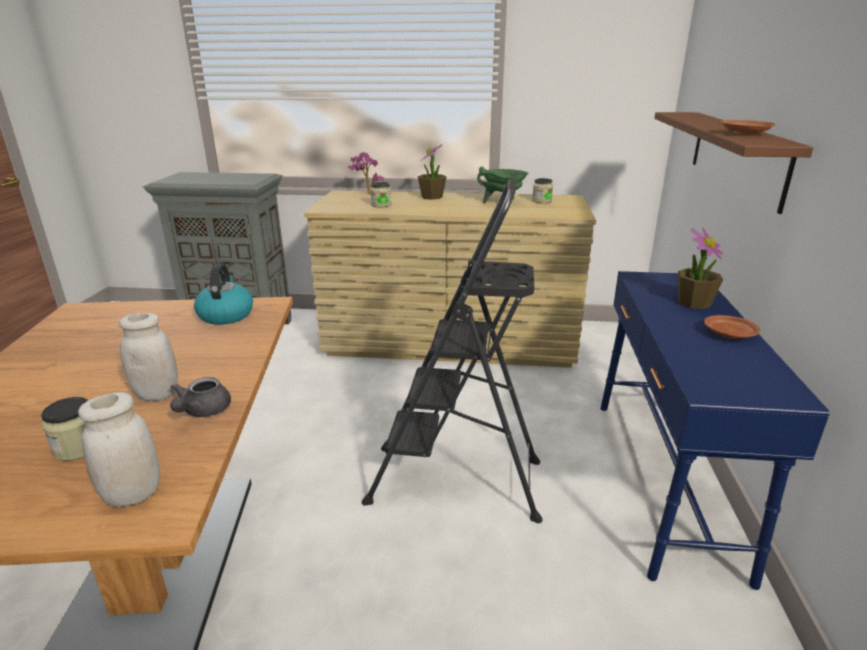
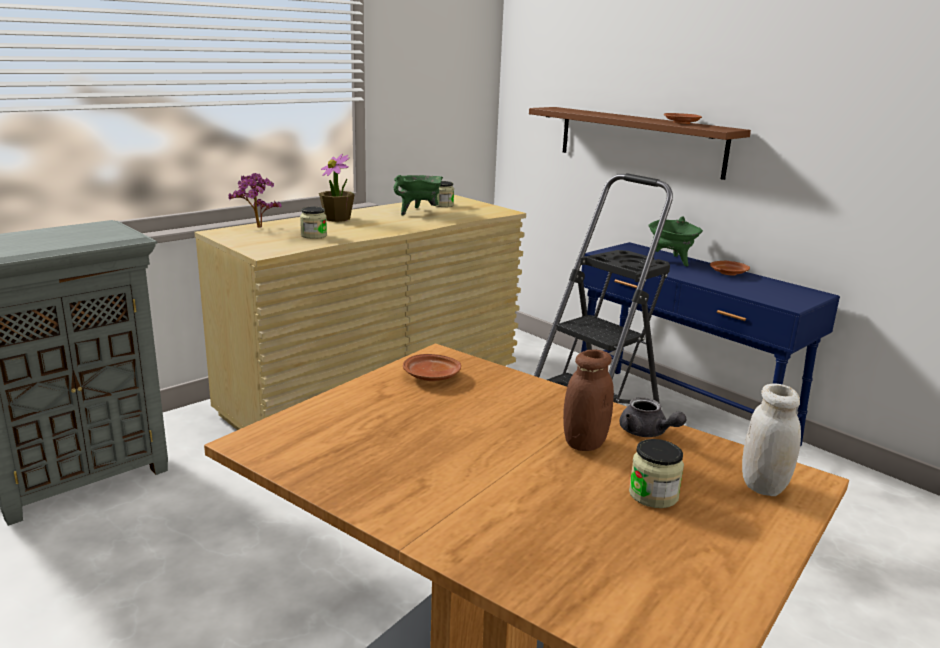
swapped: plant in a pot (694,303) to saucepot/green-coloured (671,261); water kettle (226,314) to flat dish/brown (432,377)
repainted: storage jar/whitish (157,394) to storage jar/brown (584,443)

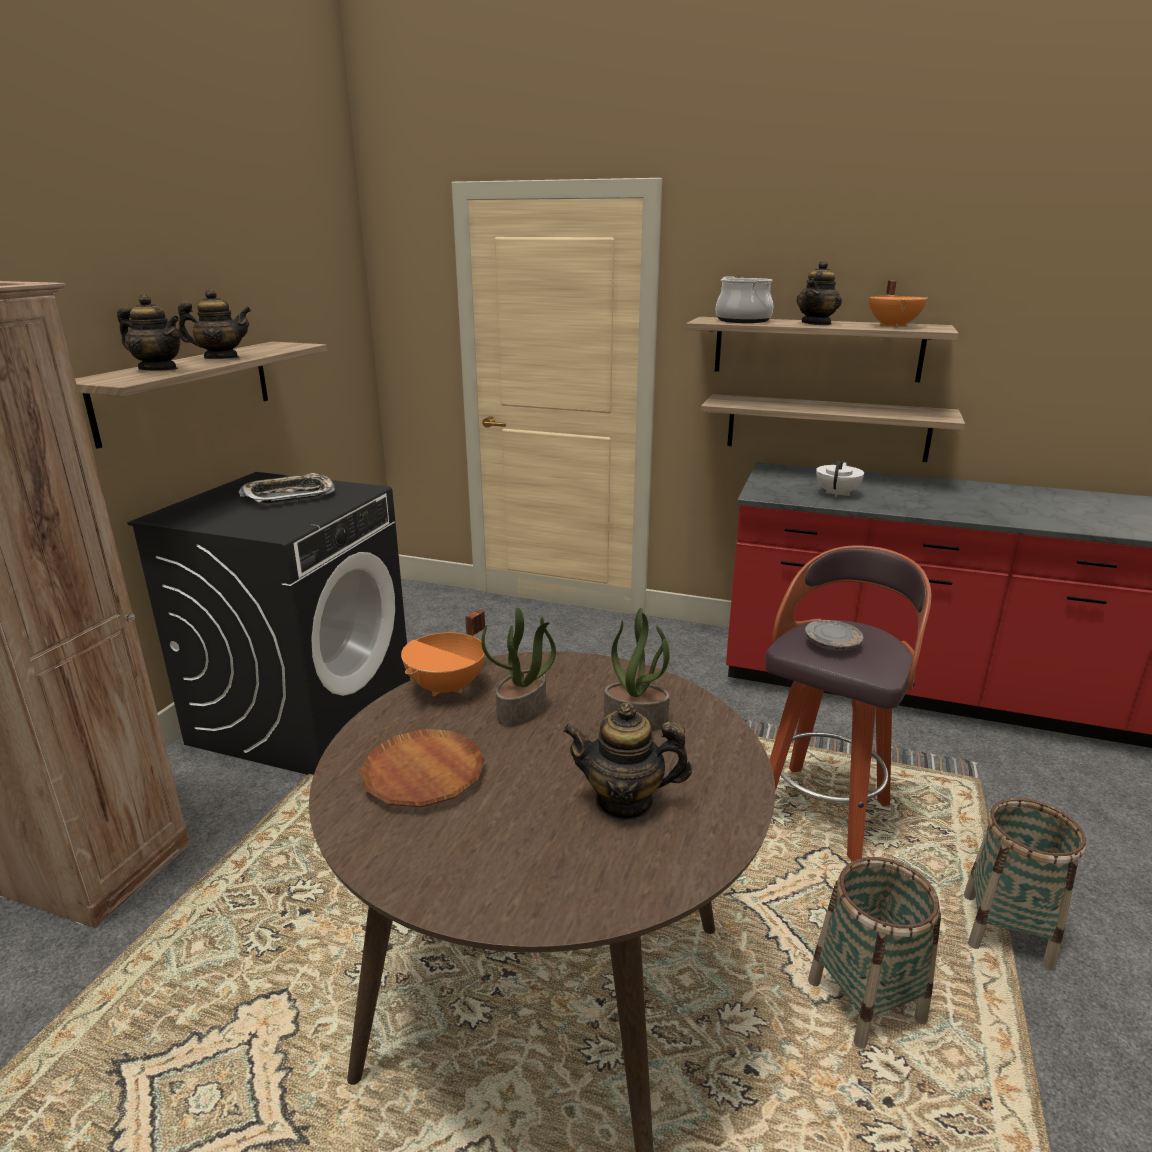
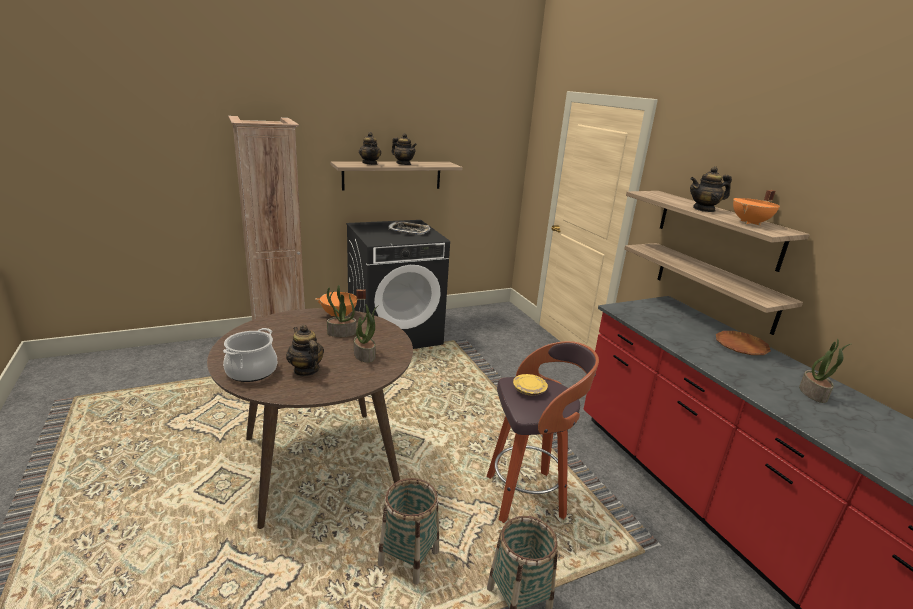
gone: pot for tea/whitish (837,494)
new: plant in a pot (814,393)
shifted: saucepot (742,320) to (251,371); flat dish/brown (423,774) to (741,346)
repainted: flat dish/greyish (832,644) to flat dish/yellow-coloured (529,390)

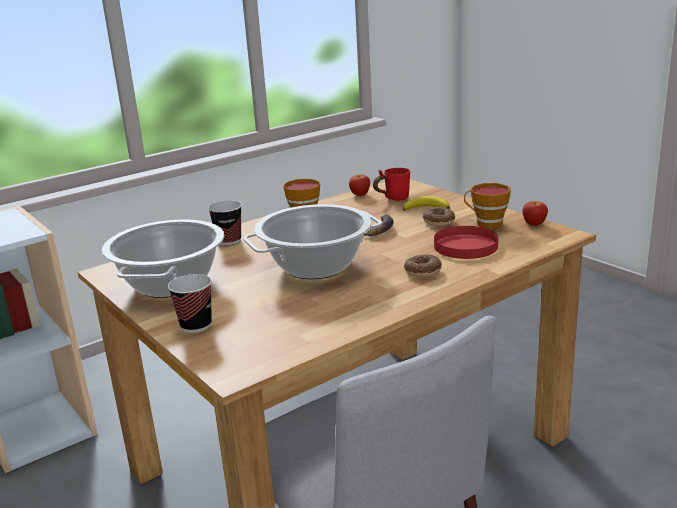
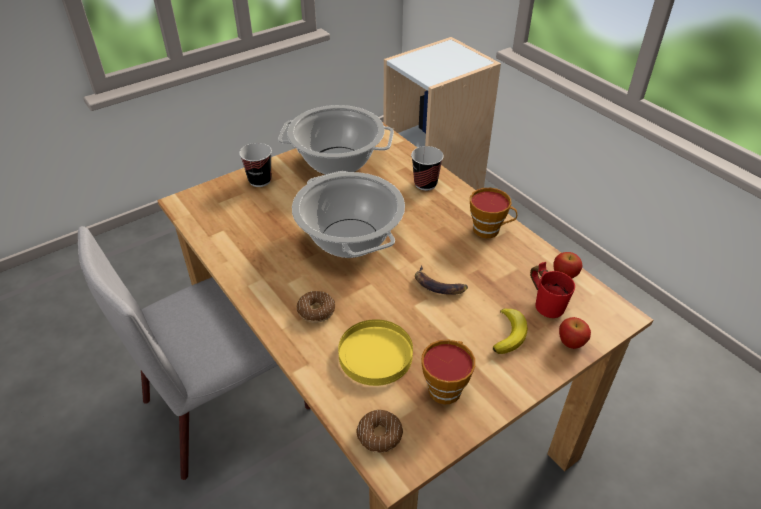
shifted: whole apple (534,224) to (571,342); ring doughnut (438,222) to (379,435)
repainted: flat dish/red-coloured (465,246) to flat dish/yellow-coloured (376,354)

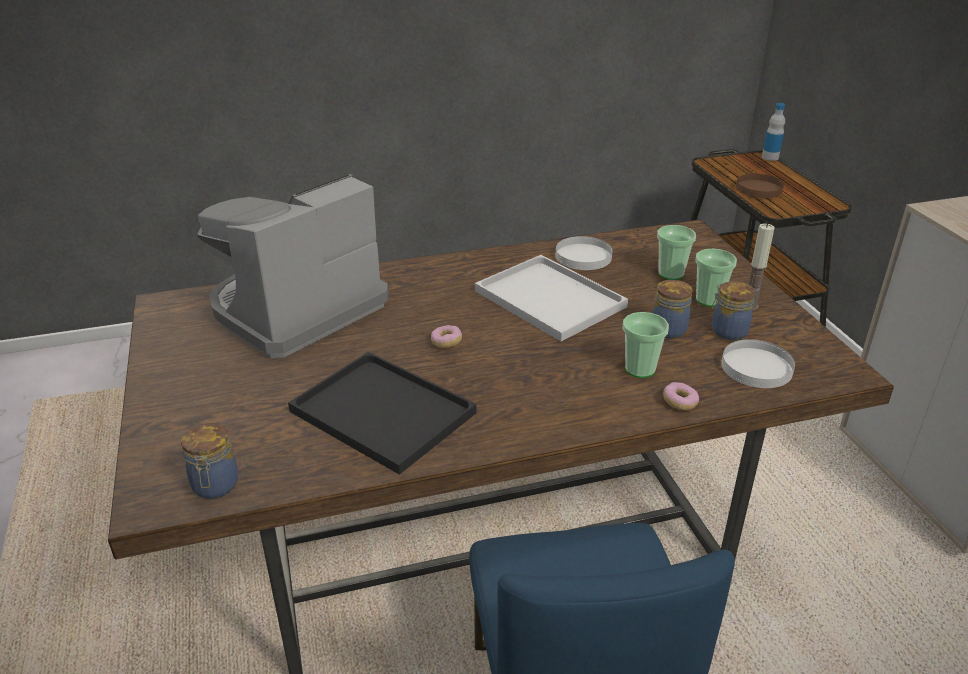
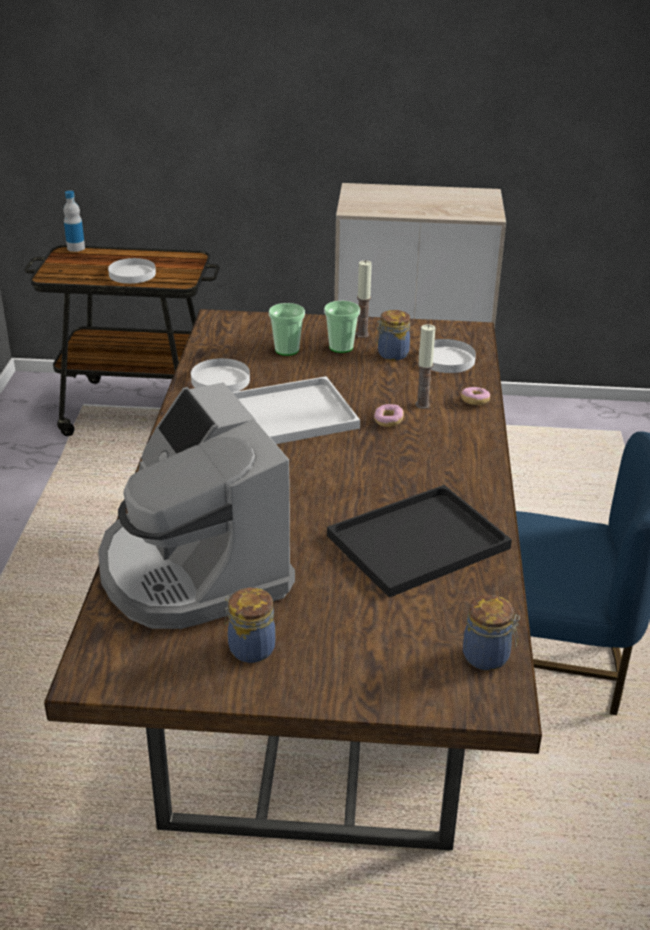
shifted: storage jar (668,329) to (249,648); ring doughnut (446,342) to (388,421)
swapped: drinking cup (640,369) to wax light (422,405)
repainted: flat dish/brown (759,188) to flat dish/whitish (132,273)

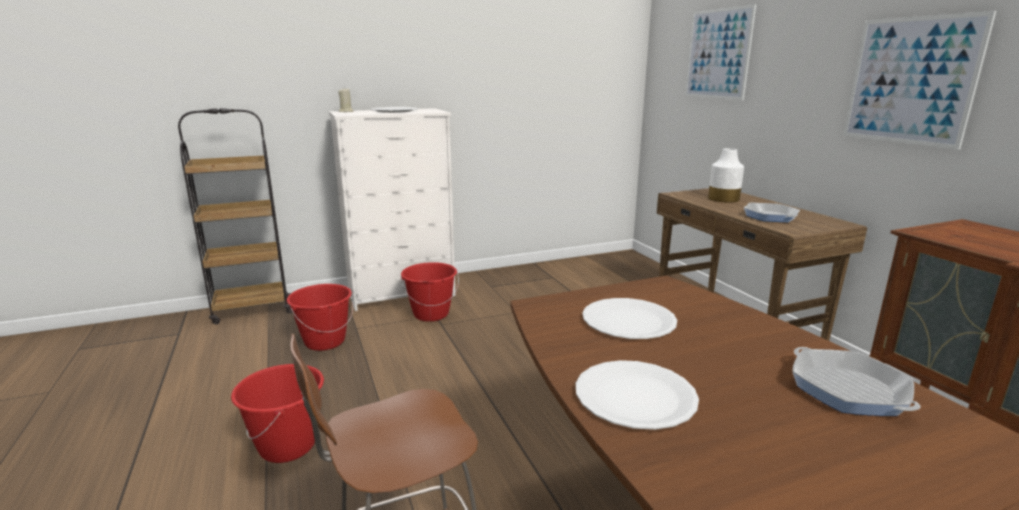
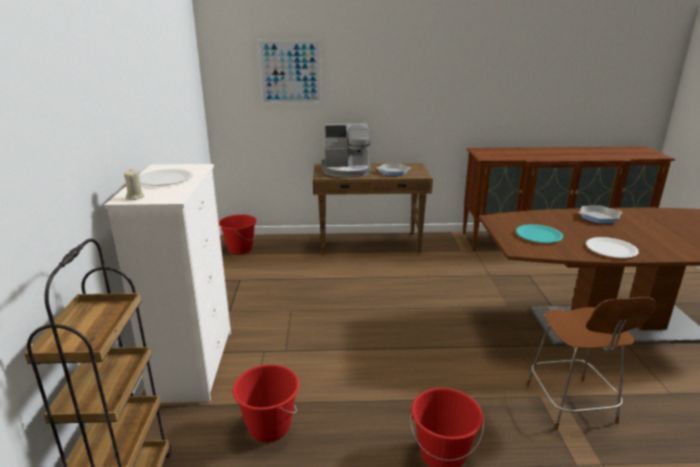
gone: wall art (910,81)
shifted: bucket/red-coloured (431,314) to (240,249)
swapped: decorative vase/whitish (724,199) to coffee brewer (346,170)
repainted: flat dish/whitish (629,321) to flat dish/blue-green (538,235)

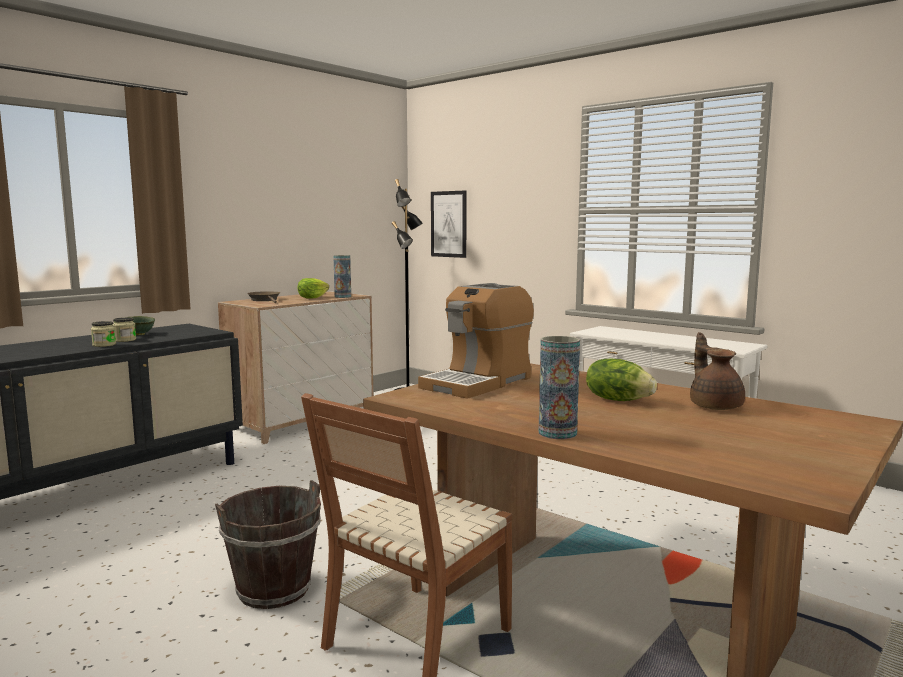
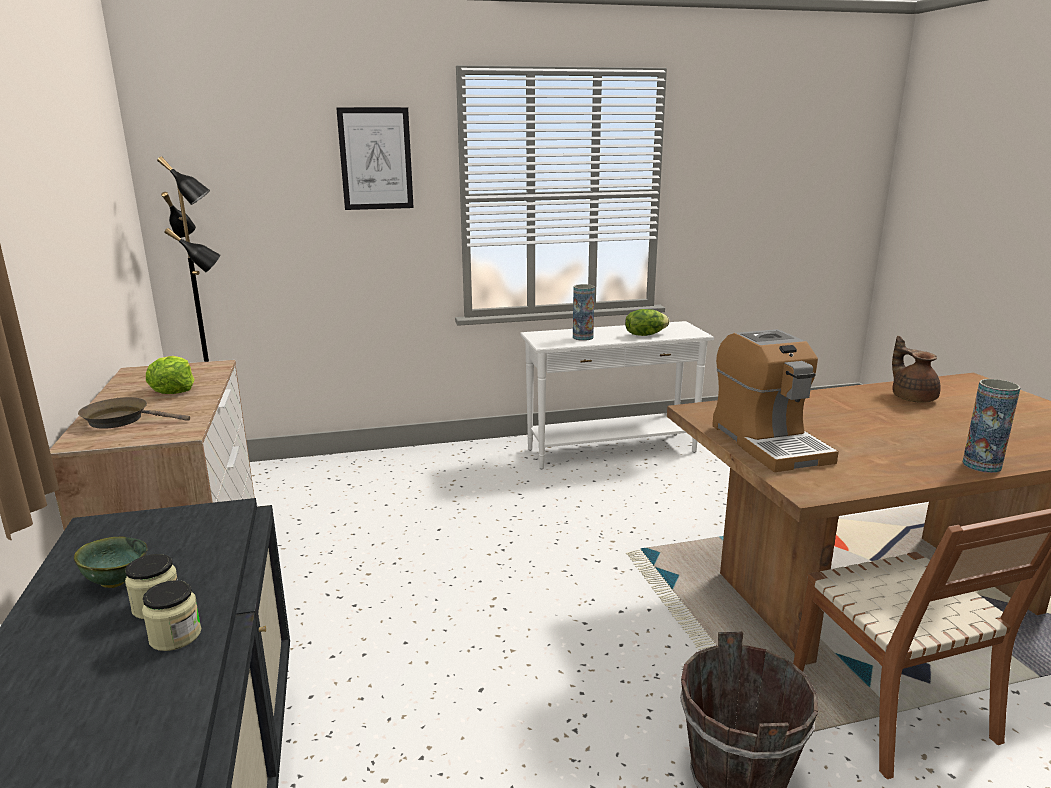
shifted: wall art (448,224) to (376,159); decorative vase (343,297) to (583,337); lettuce head (618,400) to (645,334)
rotated: pot for tea/brown (715,406) = (912,397) 45 degrees clockwise

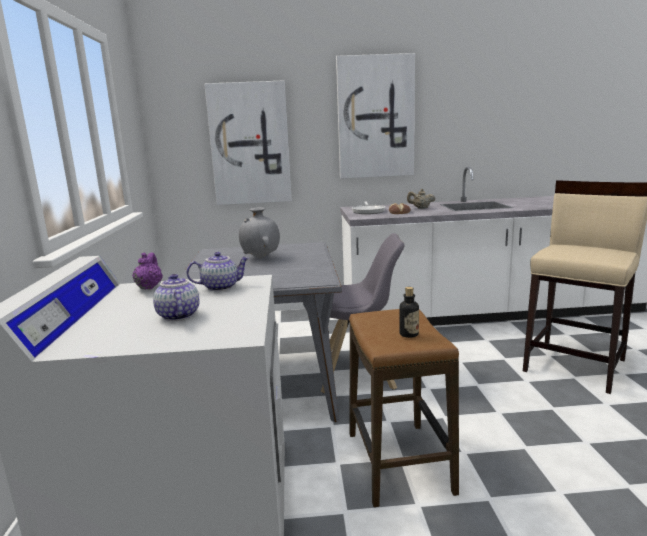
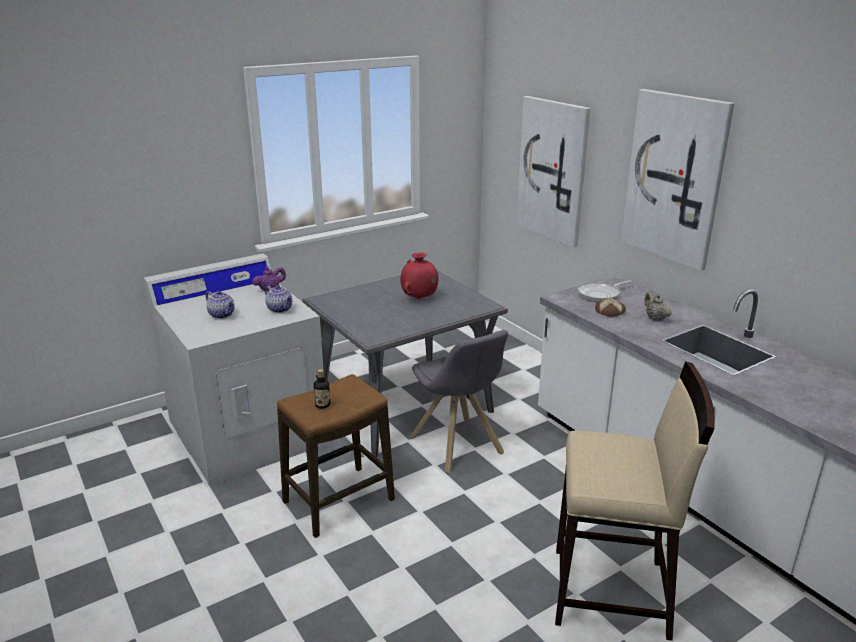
repainted: decorative vase/greyish (261,258) to decorative vase/red-coloured (419,299)
rotated: pot for tea (177,316) = (222,315) 90 degrees clockwise

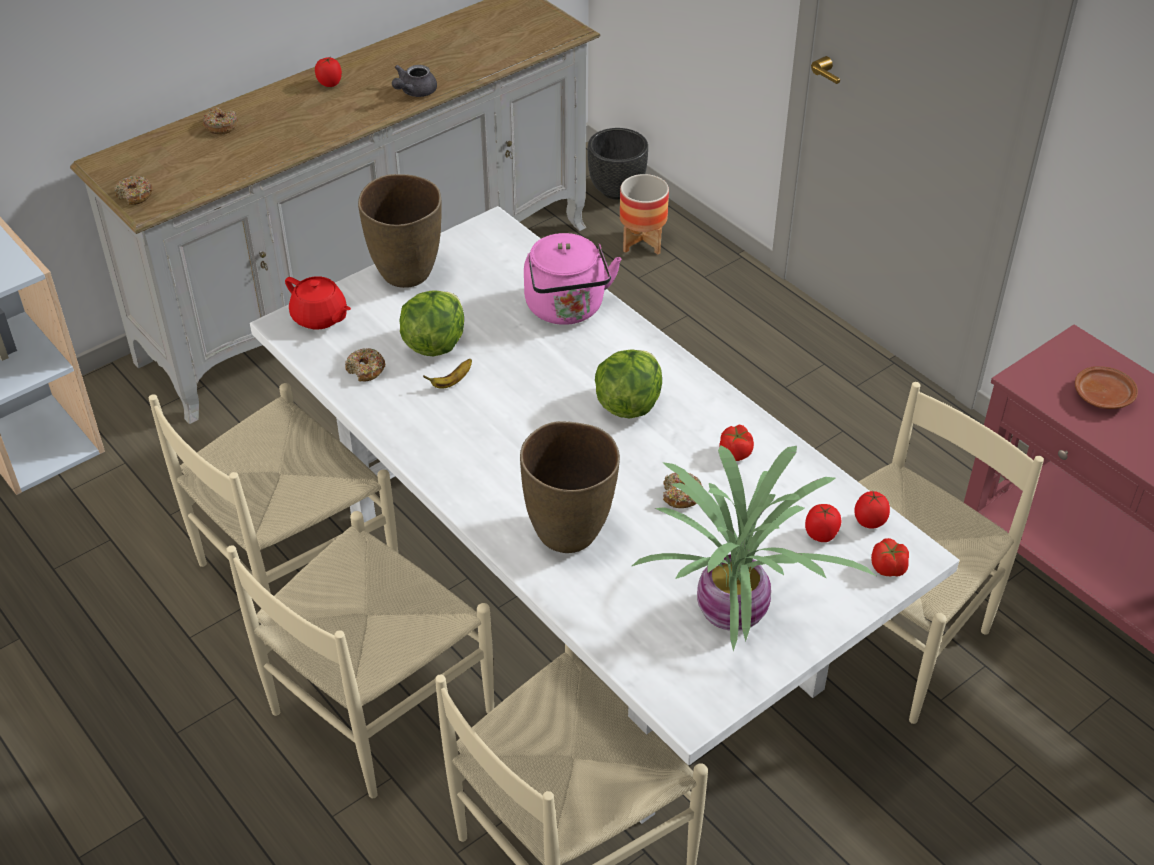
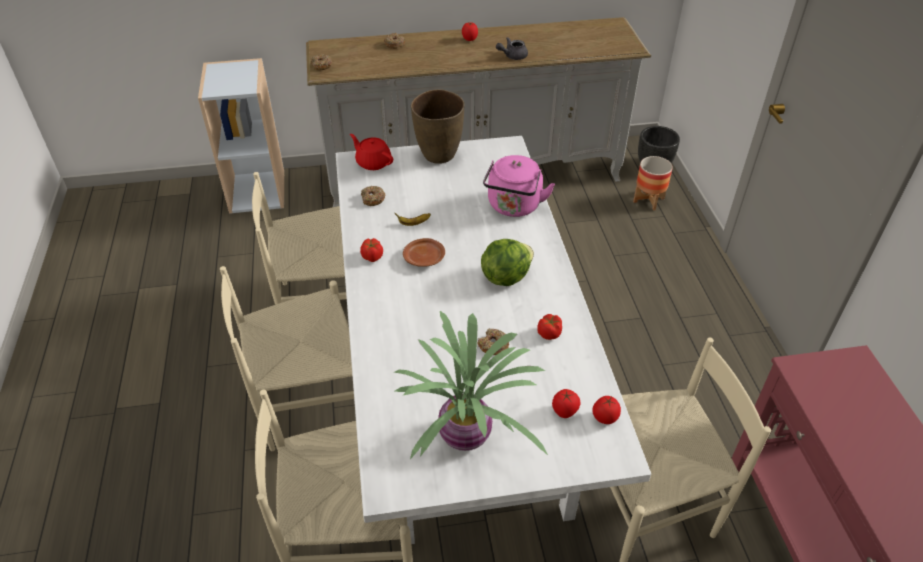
gone: lettuce head (434,344); decorative vase/brown (569,532)
shifted: flat dish/brown (1103,396) to (424,258); fresh tomato (888,568) to (372,257)
rotated: pot for tea/red-coloured (320,317) = (373,162) 150 degrees clockwise

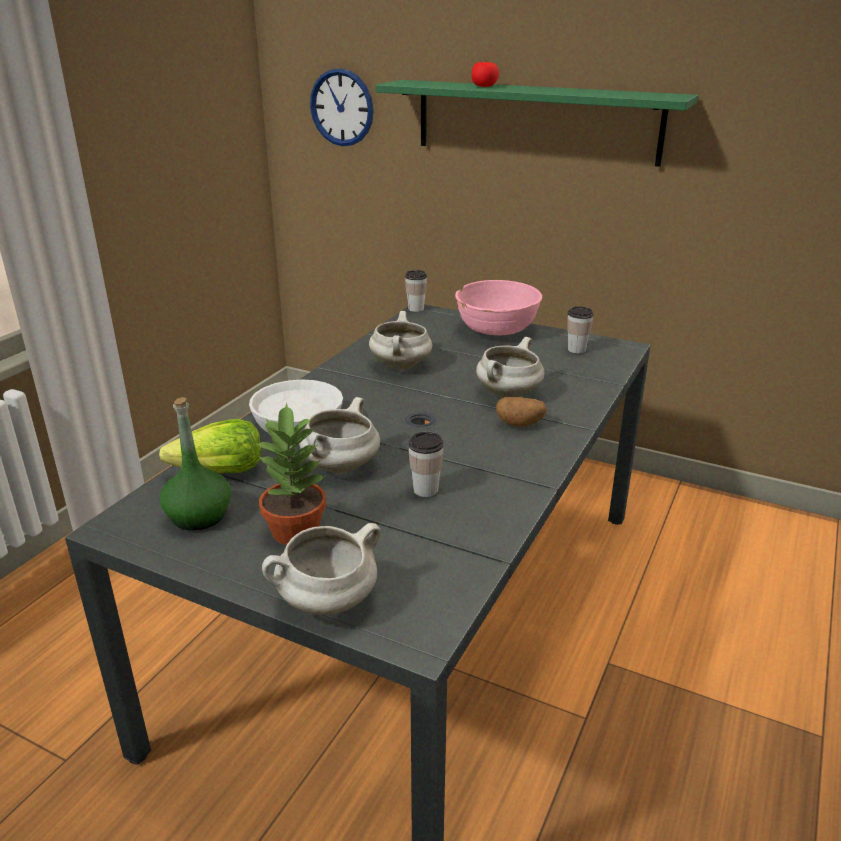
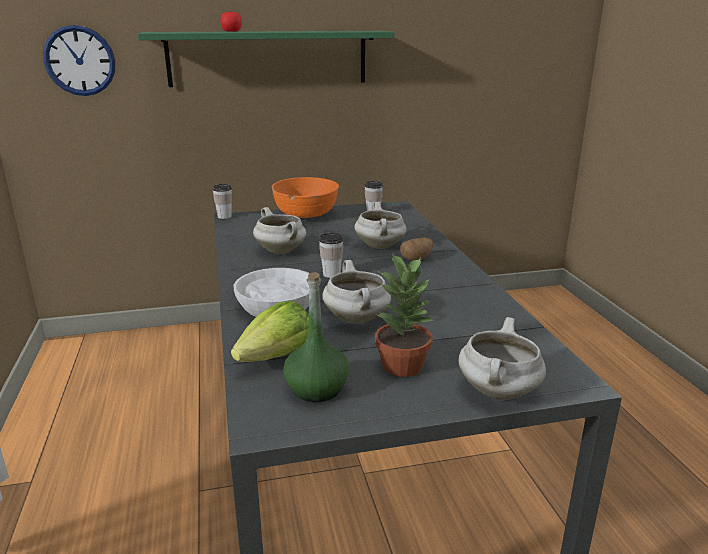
shifted: drinking cup (425,490) to (331,274)
repainted: deep dish/pinkish (496,331) to deep dish/orangey (306,215)

